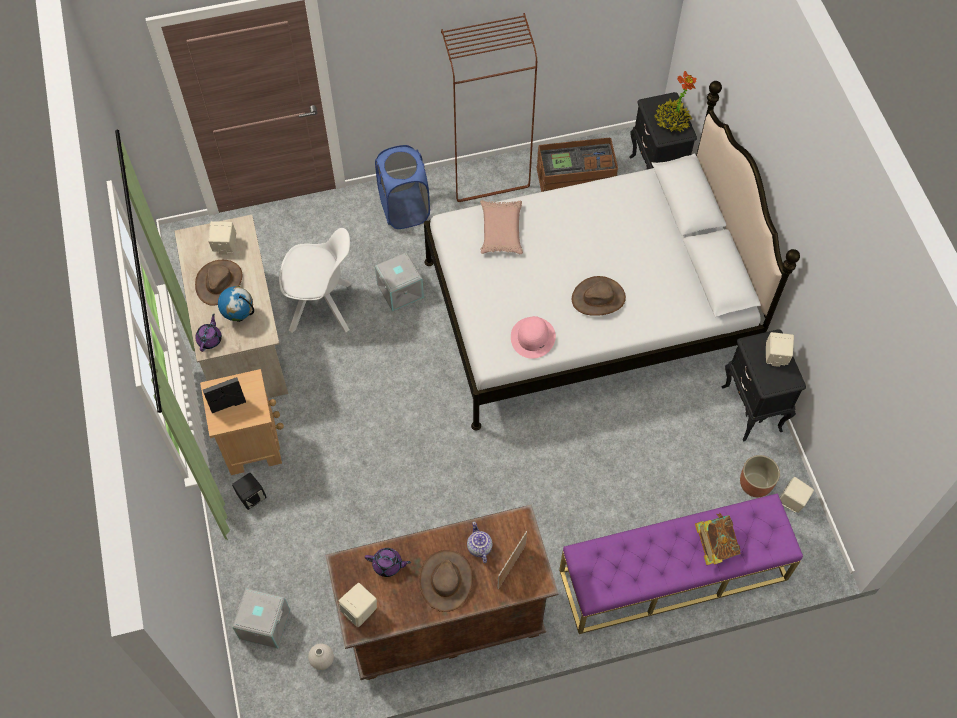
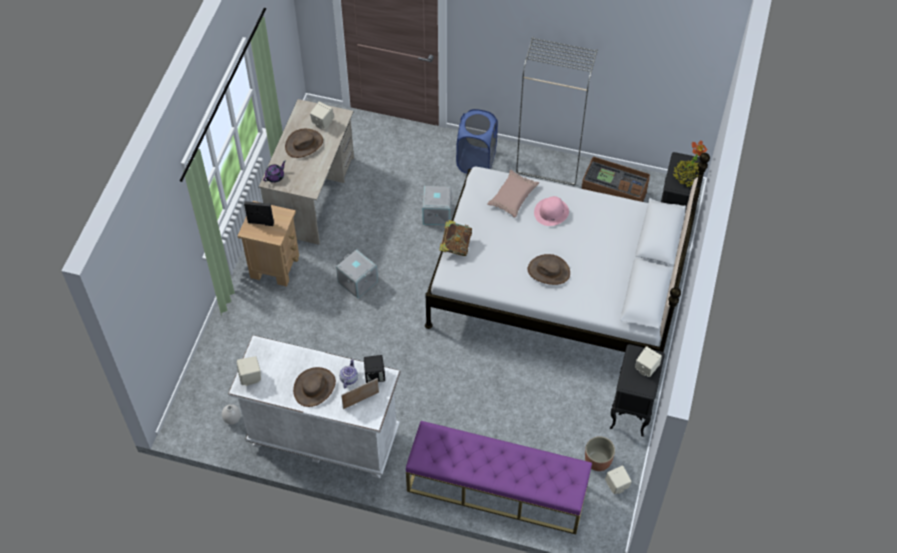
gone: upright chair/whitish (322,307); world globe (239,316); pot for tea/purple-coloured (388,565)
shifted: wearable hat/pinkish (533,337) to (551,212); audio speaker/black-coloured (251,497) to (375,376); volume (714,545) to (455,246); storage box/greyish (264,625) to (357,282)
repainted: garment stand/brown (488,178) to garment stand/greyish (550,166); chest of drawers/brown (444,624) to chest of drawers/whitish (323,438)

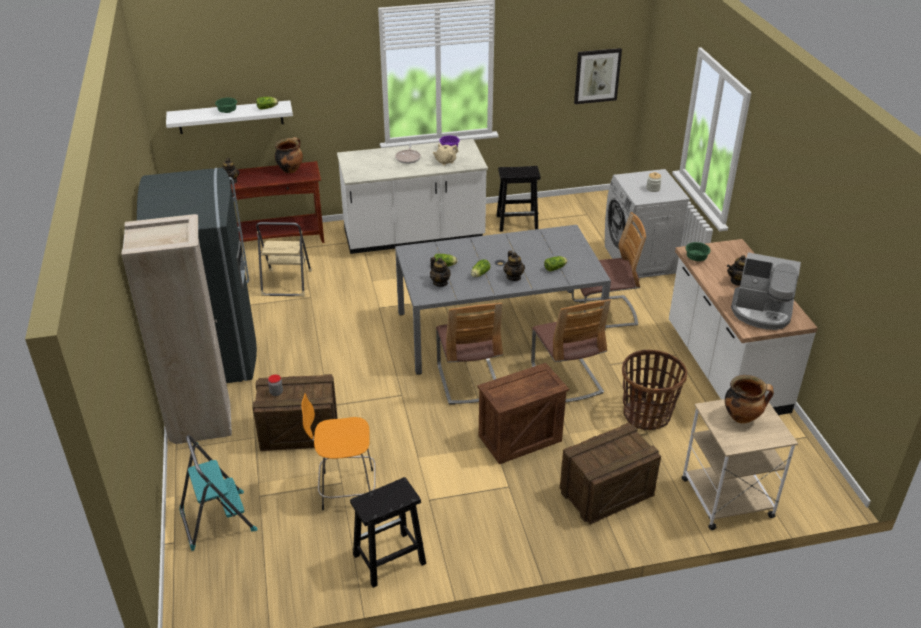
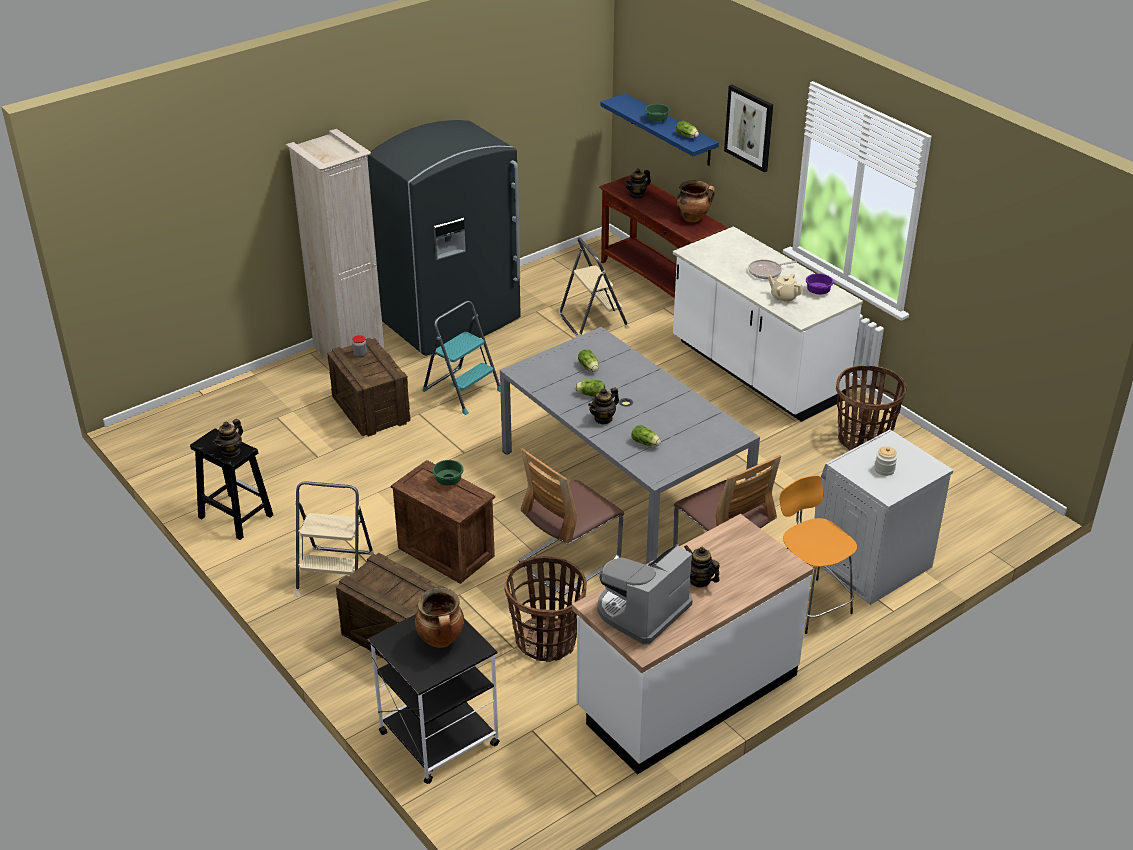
gone: upright chair (469,381)
new: step ladder/beige-coloured (336,571)
shifted: wall art (597,75) to (749,127); deep dish/green-coloured (695,258) to (448,480); pot for tea (440,283) to (231,451); stool seat/orangey (345,489) to (809,604); step ladder/blue-green (214,520) to (460,389)
swapped: stool seat/black-coloured (517,222) to basket (863,439)
repainted: bracket shelf/whitish (230,117) to bracket shelf/blue (670,130); trolley/beige-coloured (725,498) to trolley/black-coloured (438,736)
rotated: coffee brewer (761,312) = (642,611) 45 degrees clockwise

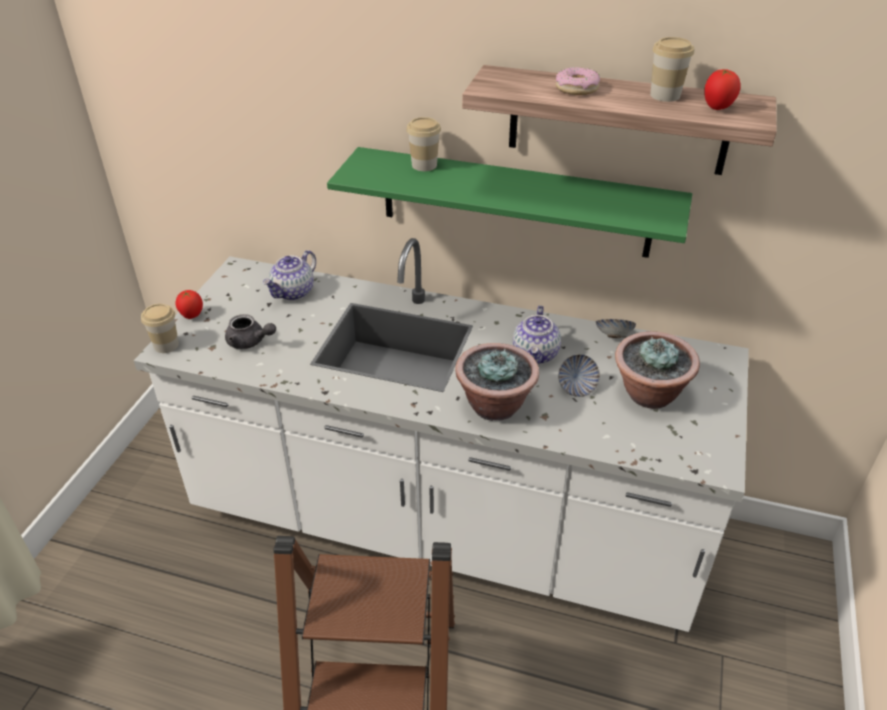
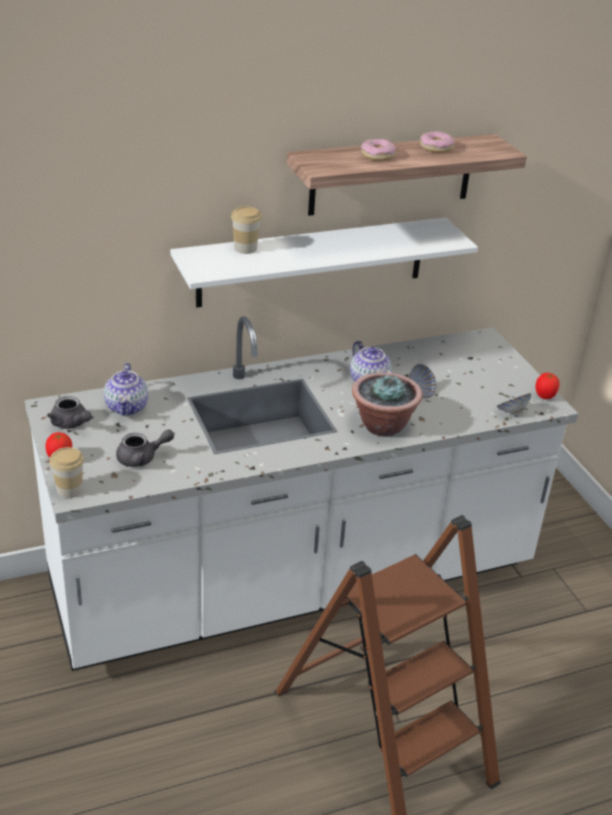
gone: plant in a pot (649,395)
new: pot for tea/greyish (71,424)
shifted: fresh tomato (717,108) to (544,397); deep dish (613,336) to (511,412)
swapped: drinking cup (665,95) to ring doughnut (436,147)
repainted: bracket shelf/green-coloured (515,202) to bracket shelf/whitish (312,262)

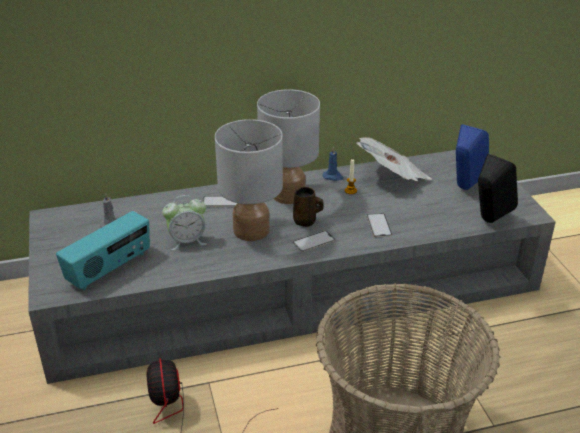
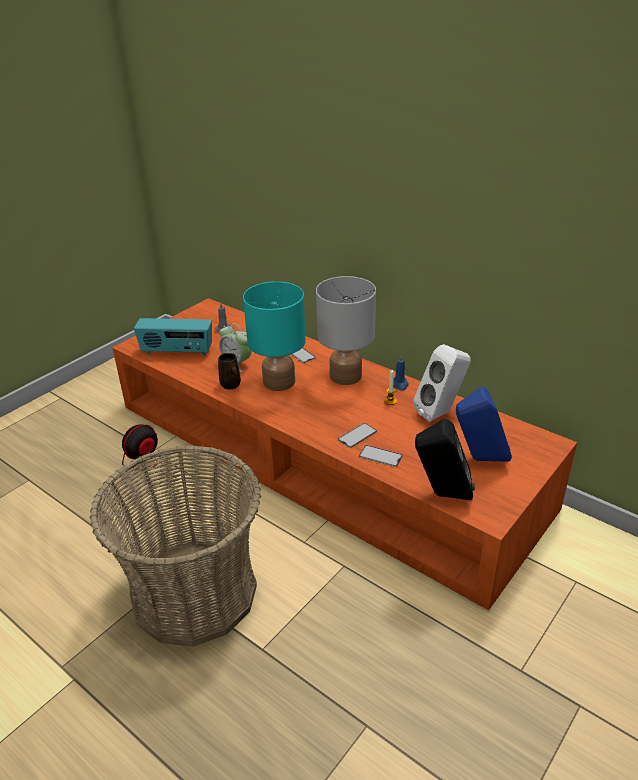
shifted: mug/brown (306,221) to (231,385); handset (314,241) to (380,456)
swapped: newspaper (393,177) to audio speaker/whitish (441,413)
repainted: tabletop lamp/greyish (252,230) to tabletop lamp/blue-green (279,382); tv unit/greyish (289,283) to tv unit/orangey (322,452)

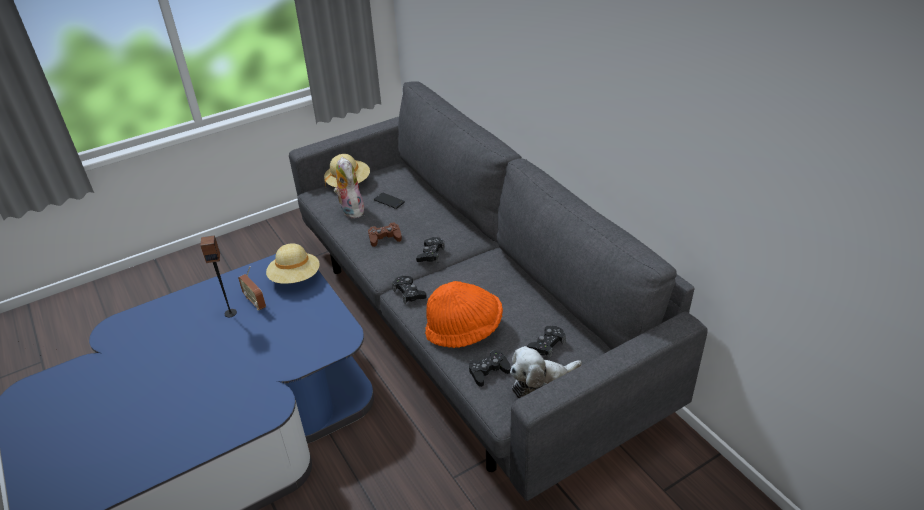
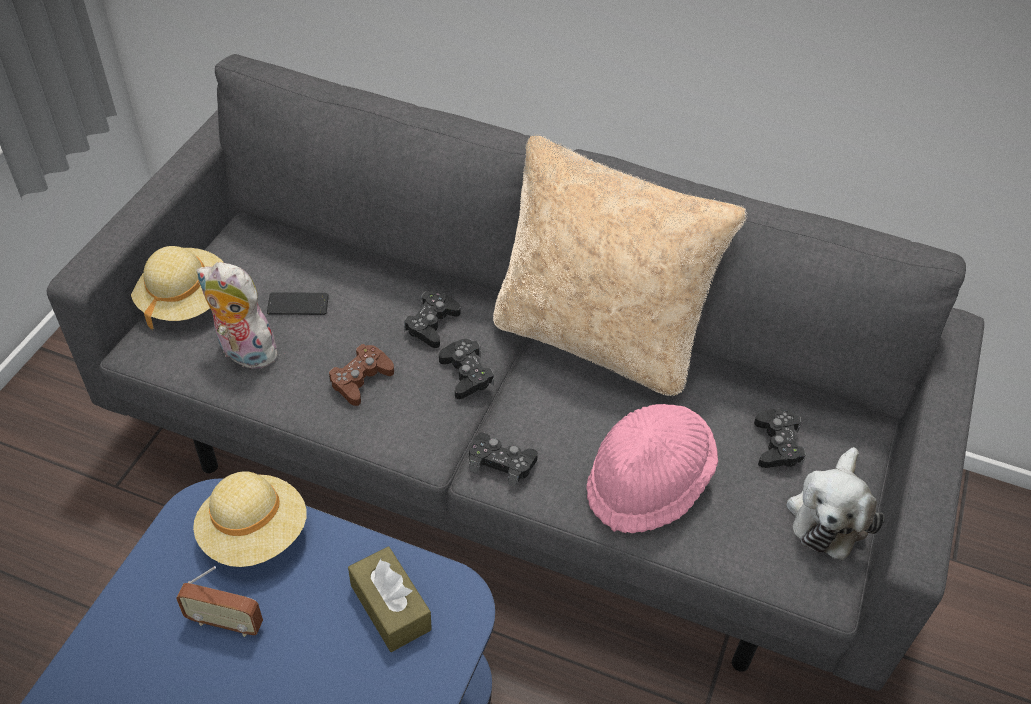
gone: audio speaker (230,313)
new: cushion/beige-coloured (597,344); tissue holder/brown (390,607)
shifted: joypad/black-coloured (488,371) to (432,324)
repainted: wearable hat/orangey (464,330) to wearable hat/pinkish (647,483)

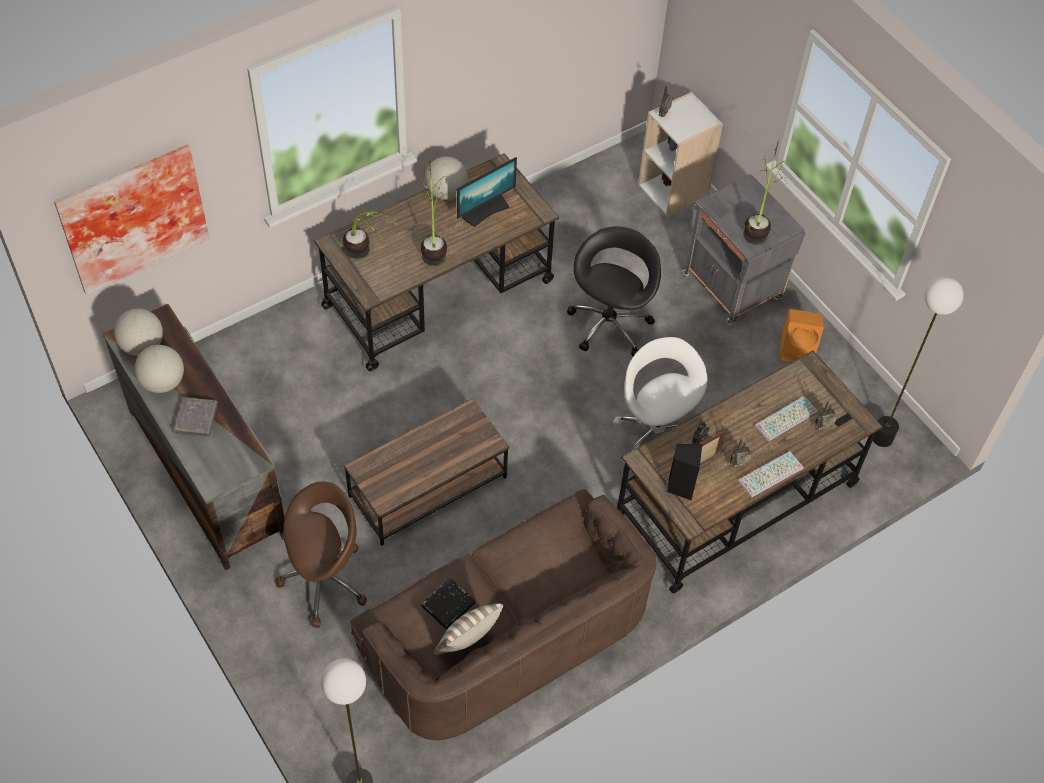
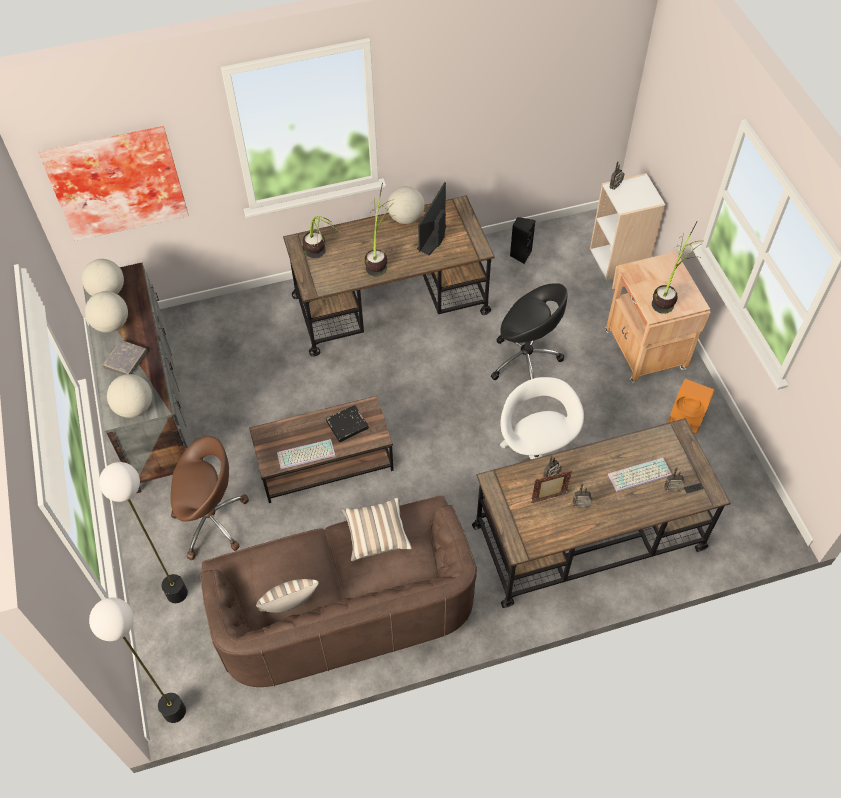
new: world globe (134,407); cushion (376,534)
shifted: standard lamp (882,437) to (177,593); audio speaker/black-coloured (680,486) to (520,255); PC keyboard (770,476) to (305,455); volume/black-coloured (448,605) to (347,425)
repainted: trolley/greyish (732,289) to trolley/brown (645,352)
rotated: computer display (485,210) = (433,239) 135 degrees clockwise; computer chair/black-coloured (610,325) = (526,360) 75 degrees clockwise

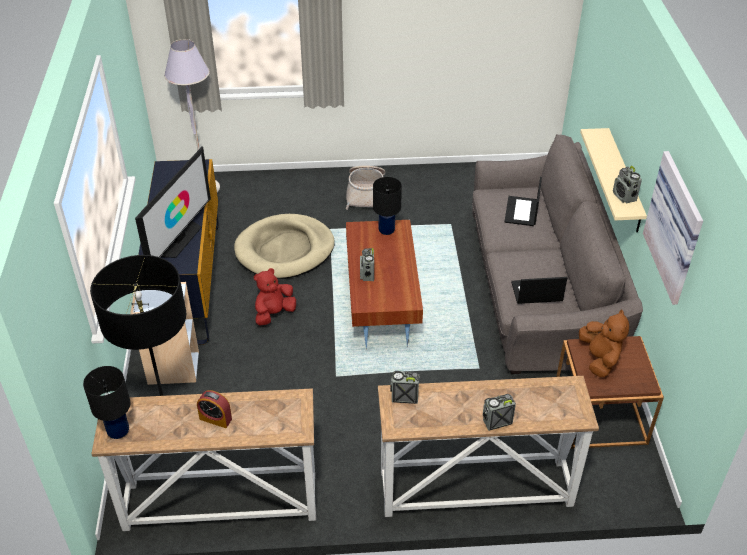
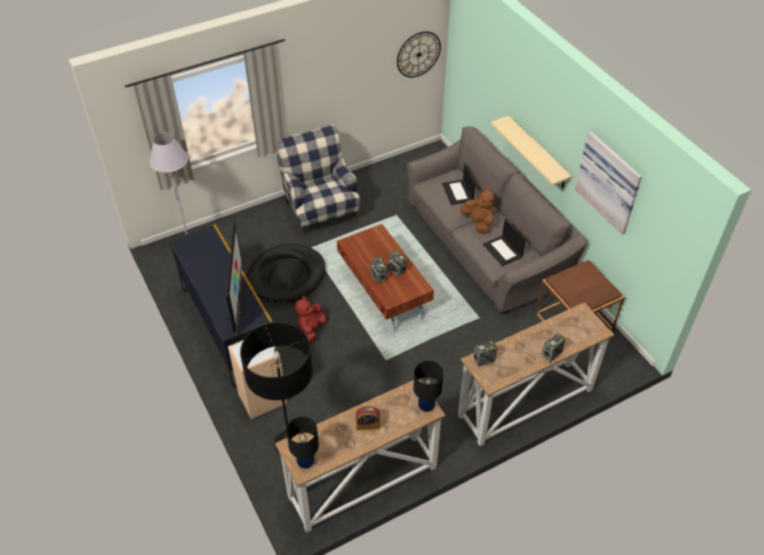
new: wall clock (418,54)
shifted: radio set (624,197) to (396,270); tabletop lamp/black-coloured (386,231) to (426,406); plush toy/brown (599,359) to (478,223)
swapped: basket (366,194) to armchair (320,210)
repainted: pet bed/beige-coloured (285,250) to pet bed/black-coloured (287,276)
rotated: portable computer (536,292) = (503,251) 90 degrees counterclockwise

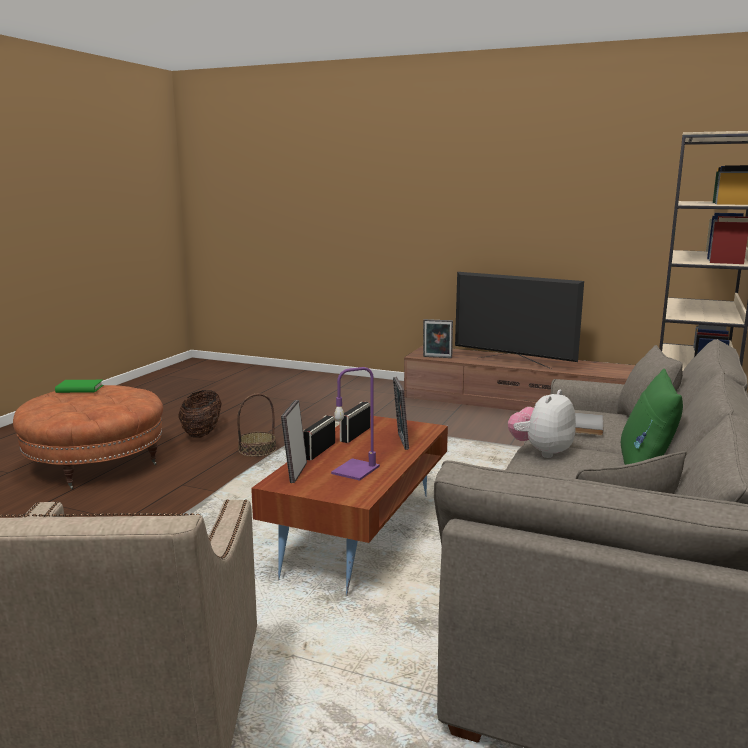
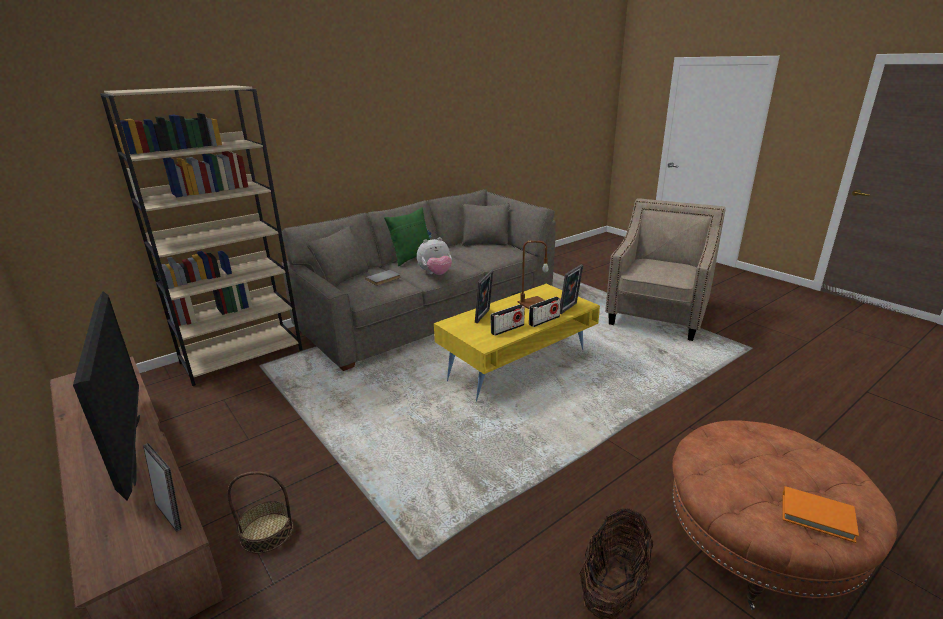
shifted: basket (257,450) to (267,532)
repainted: tabletop lamp/purple-coloured (355,469) to tabletop lamp/brown (533,303); volume/green-coloured (79,389) to volume/orangey (817,516); coffee table/brown (361,534) to coffee table/yellow-coloured (517,366)

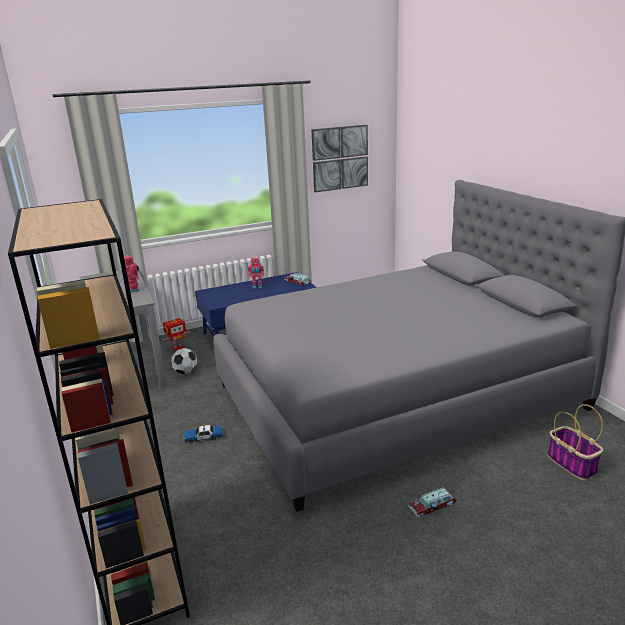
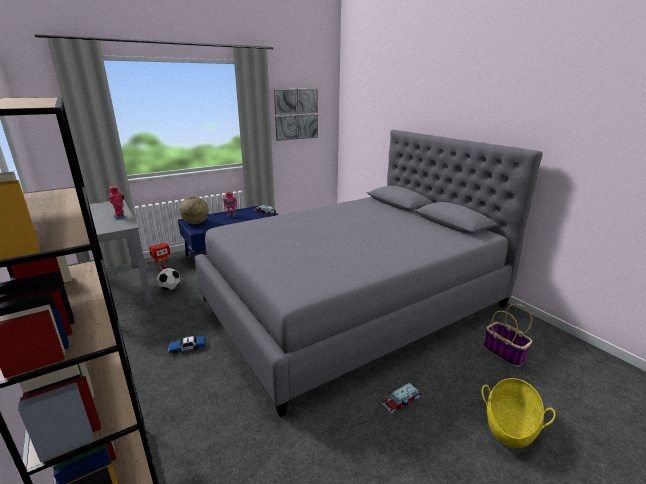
new: world globe (196,223); basket (510,425)

